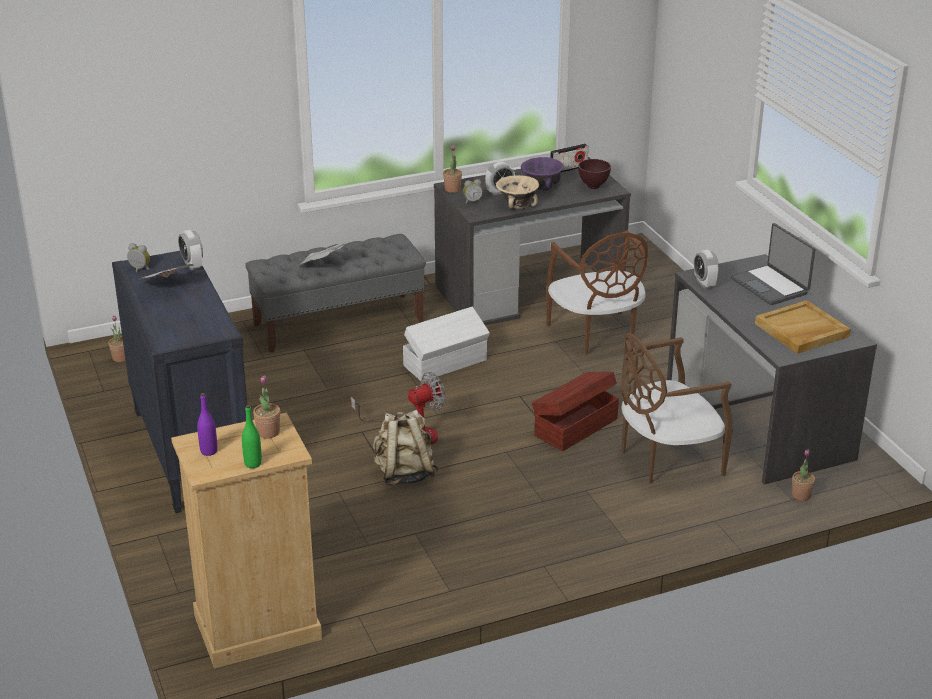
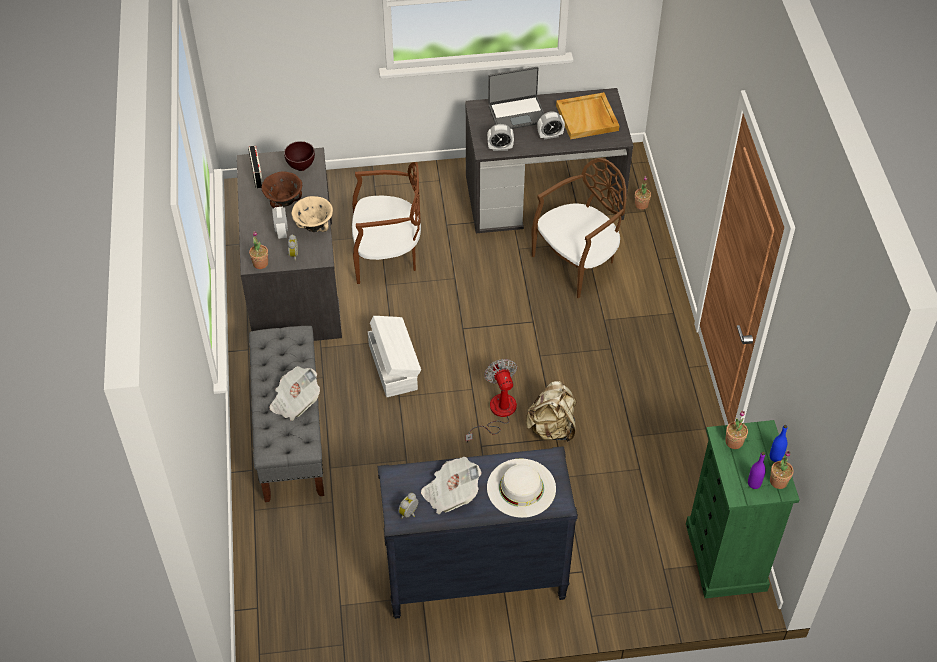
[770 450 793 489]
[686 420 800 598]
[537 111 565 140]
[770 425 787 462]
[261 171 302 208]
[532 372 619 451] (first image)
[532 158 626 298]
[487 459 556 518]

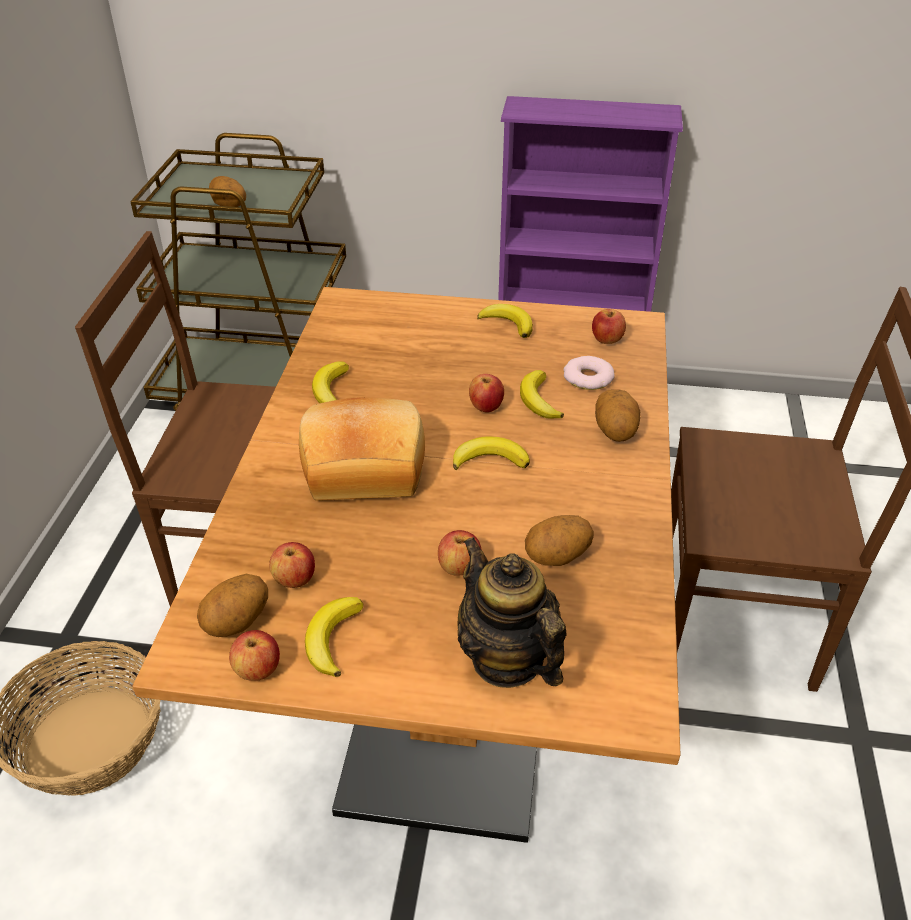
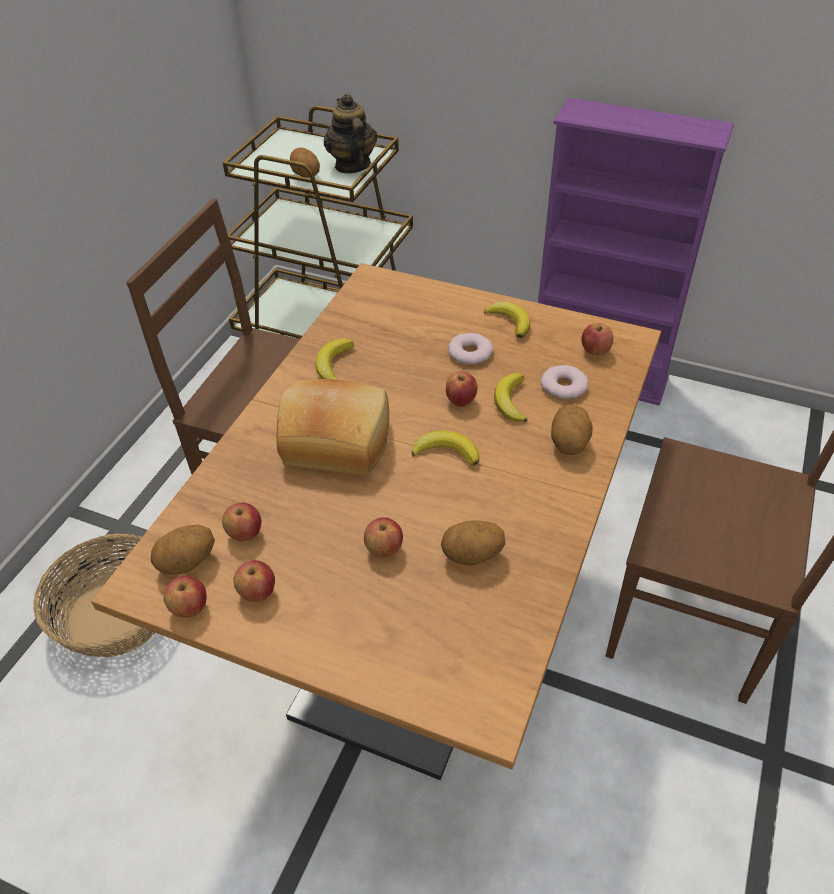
[233 560 275 602]
[324 94 377 174]
[448 333 493 365]

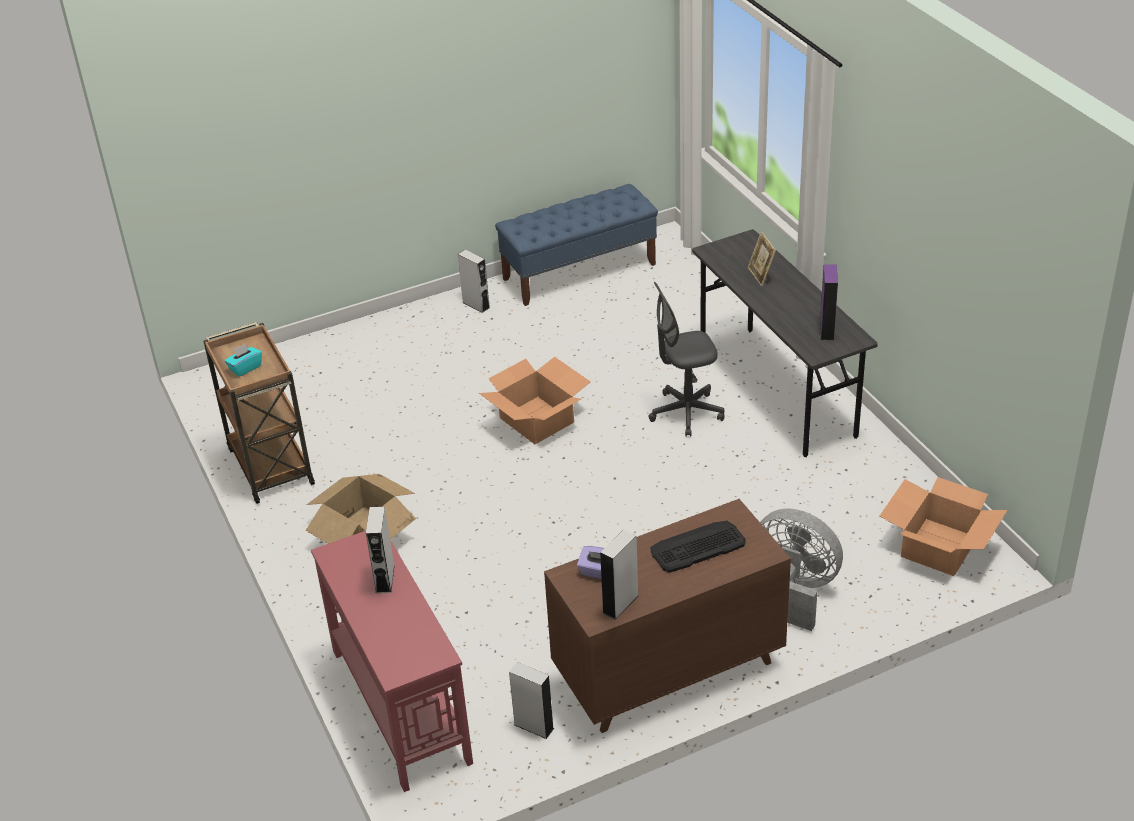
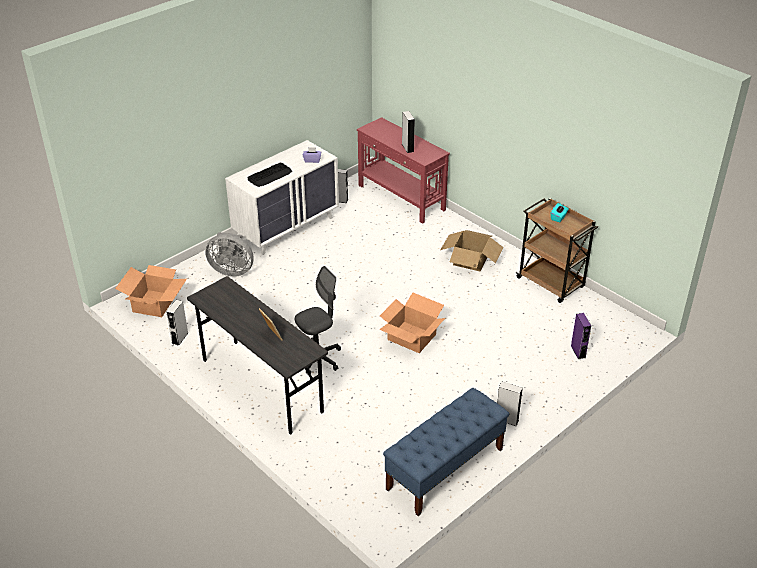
[225 140 339 255]
[166 300 188 346]
[571 313 591 359]

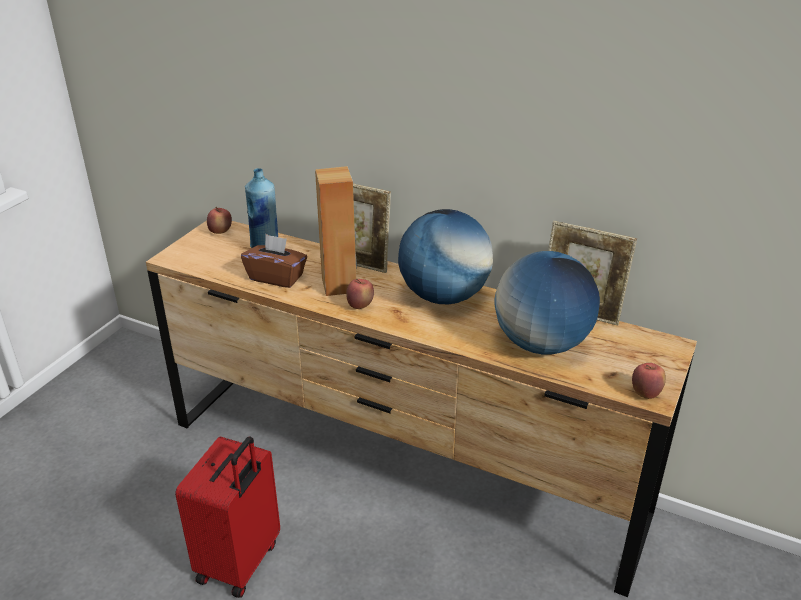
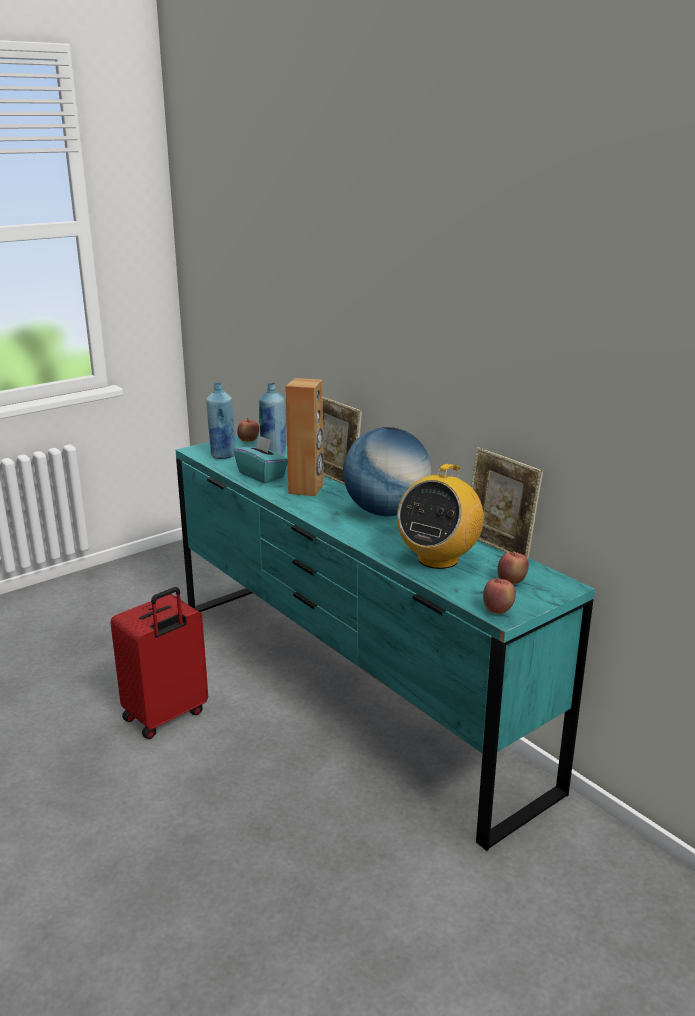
[176 434 595 851]
[233 435 288 484]
[497 551 529 584]
[397 464 484 569]
[206 382 236 459]

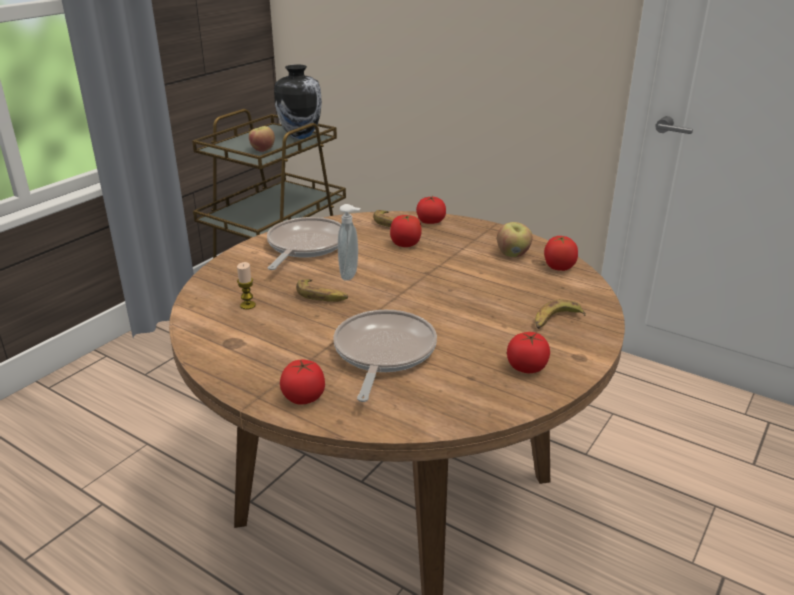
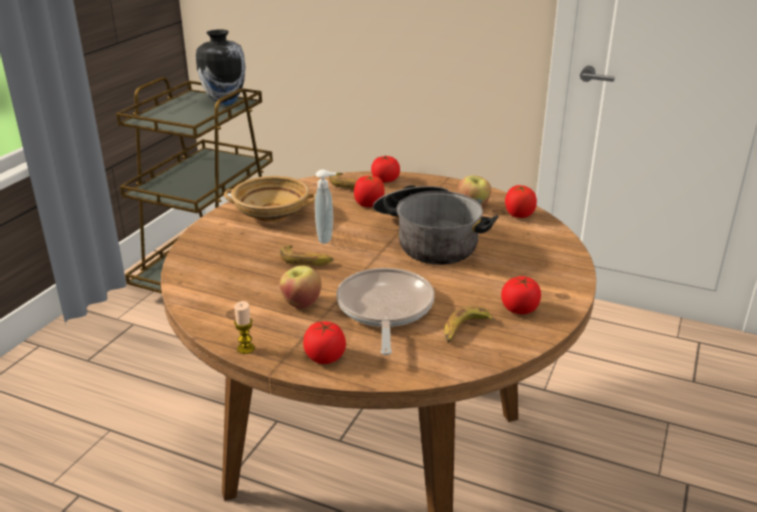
[234 301 255 354]
[280 266 321 309]
[224 176 316 222]
[444 306 495 343]
[373 185 498 265]

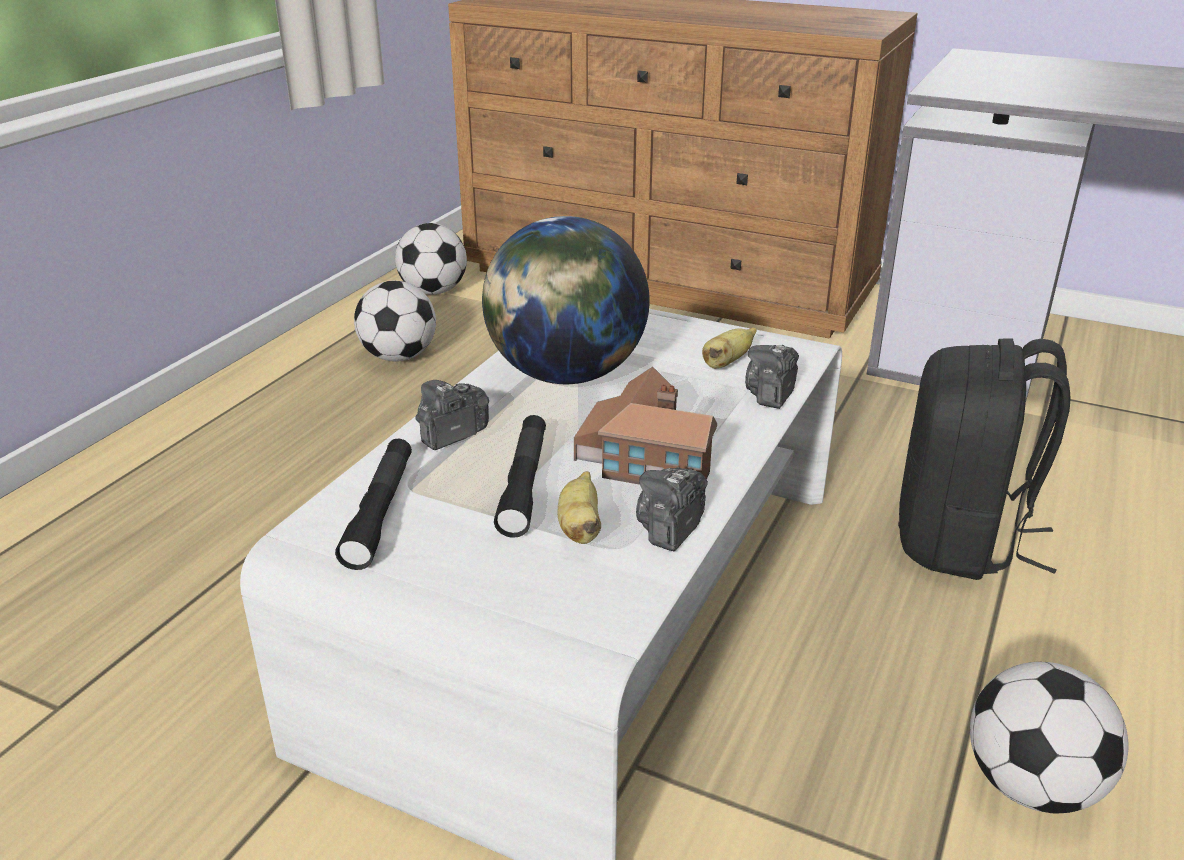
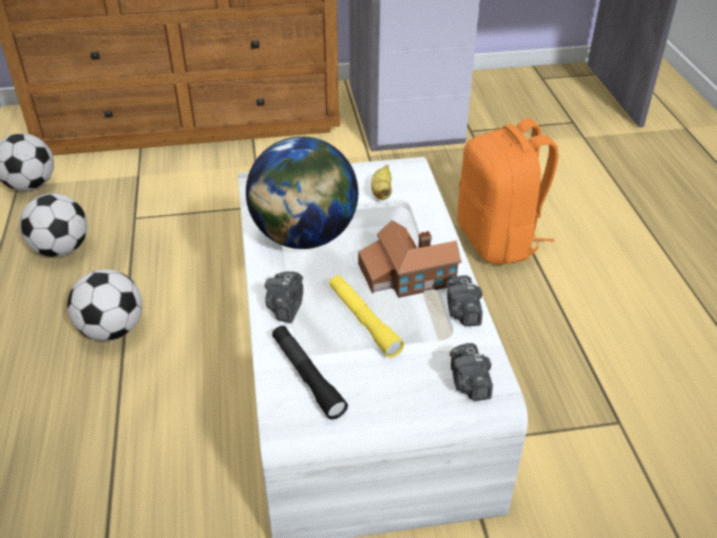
[329 275 404 358]
[558 471 601 544] (first image)
[450 343 493 401]
[457 119 559 265]
[67 269 142 341]

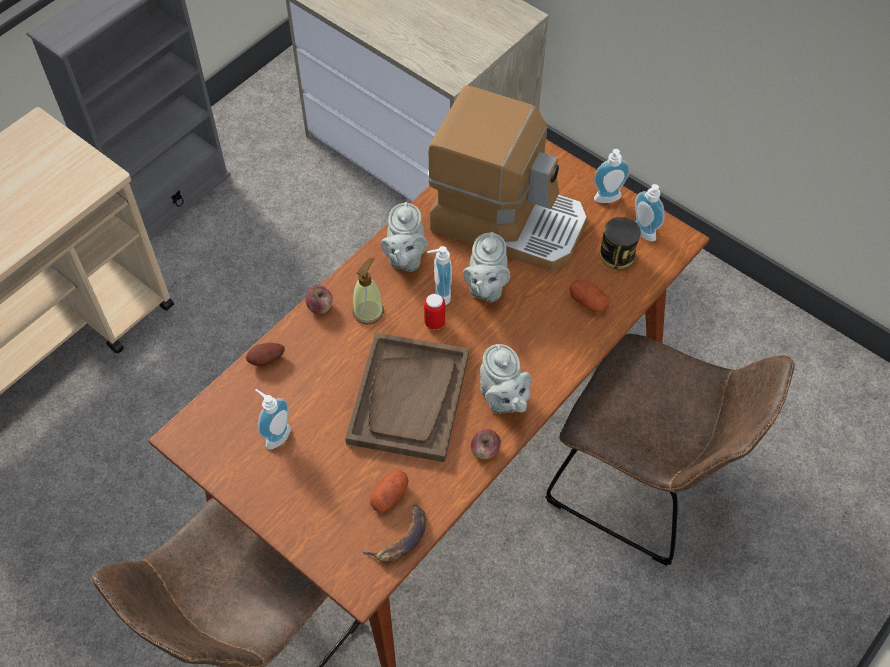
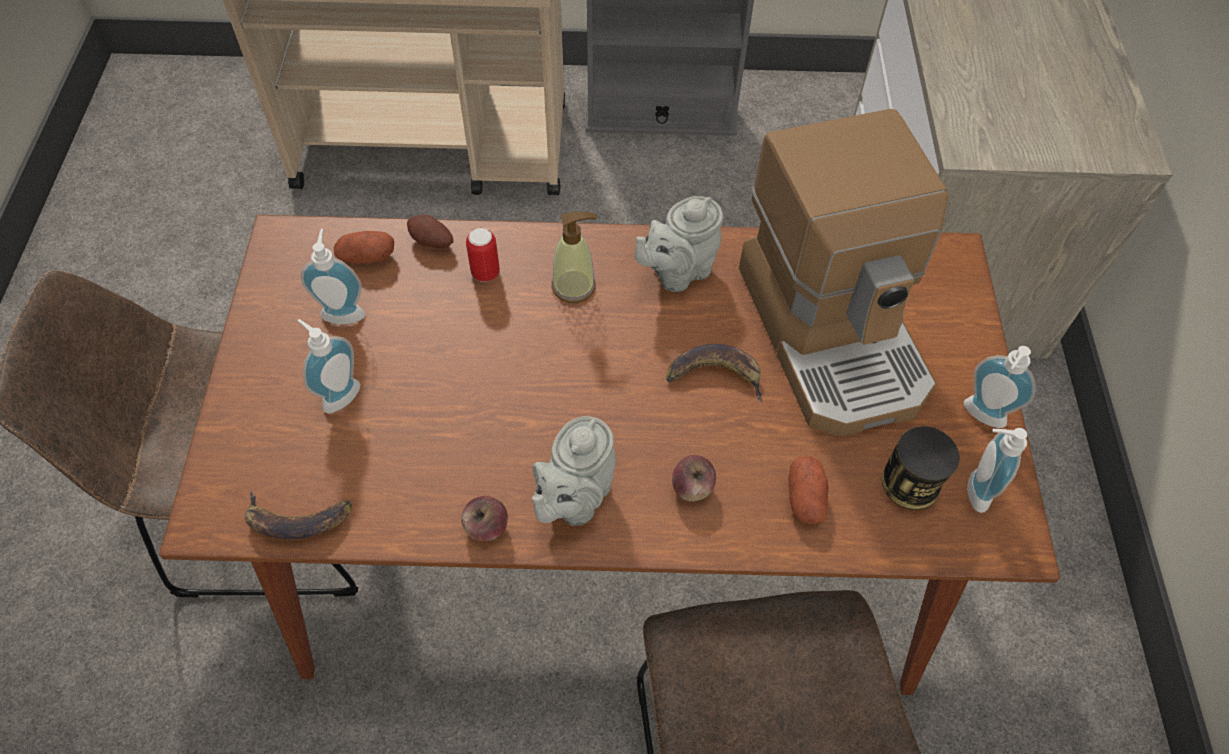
[672 455 716 502]
[345 332 469 462] (first image)
[334 231 394 264]
[466 228 500 282]
[297 319 360 413]
[666 344 762 402]

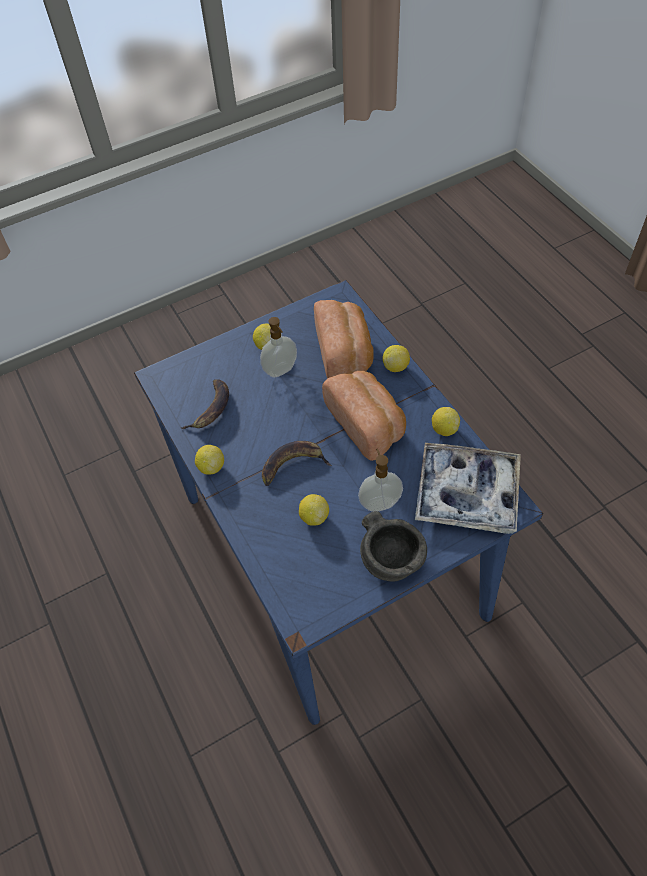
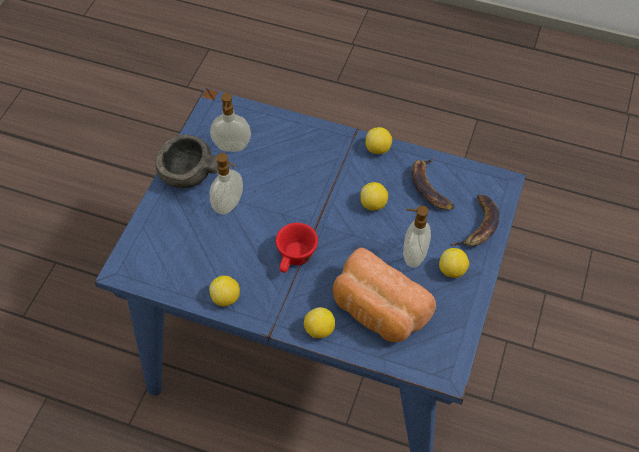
[450 195 499 246]
[360 182 388 210]
[276 223 318 273]
[415 443 521 534] (first image)
[210 93 251 152]

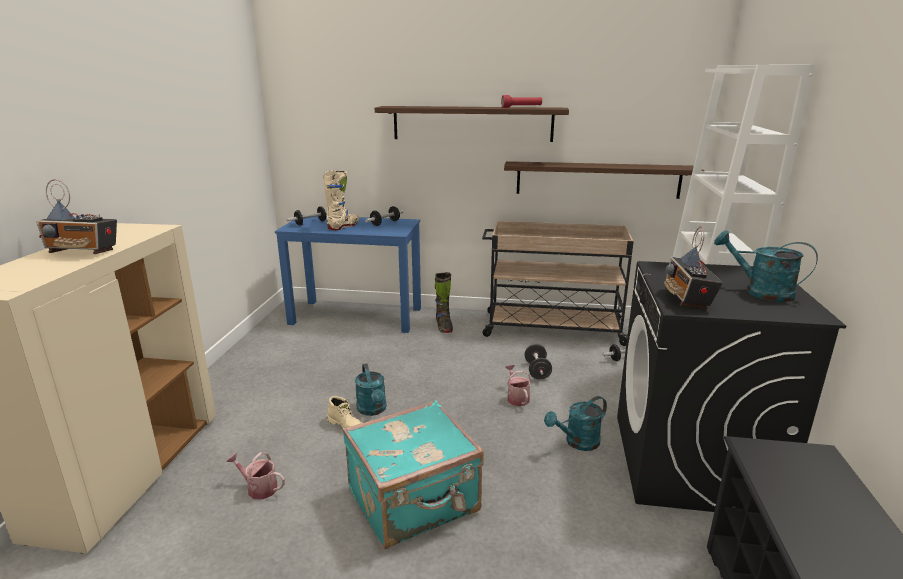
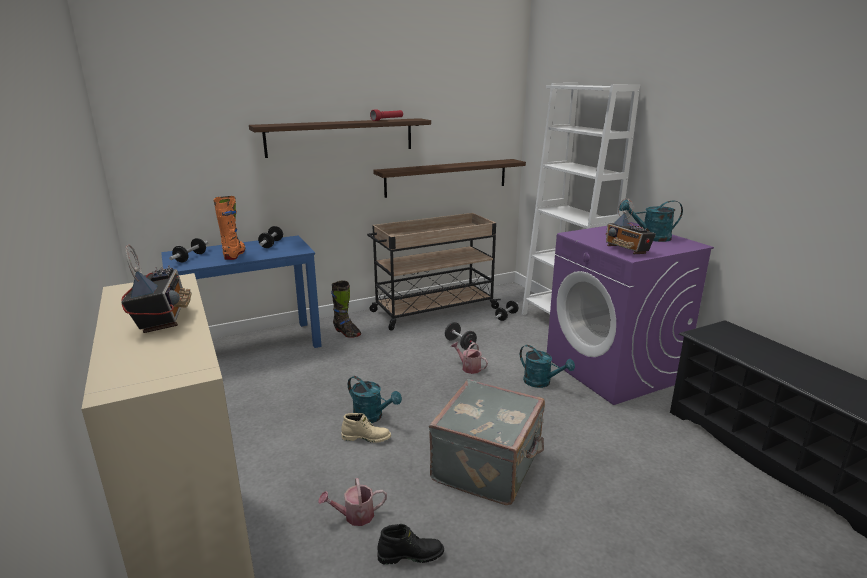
[121 245 192 333]
[214 196 246 260]
[429 379 545 505]
[520 345 575 388]
[547 222 714 405]
[377 524 444 565]

